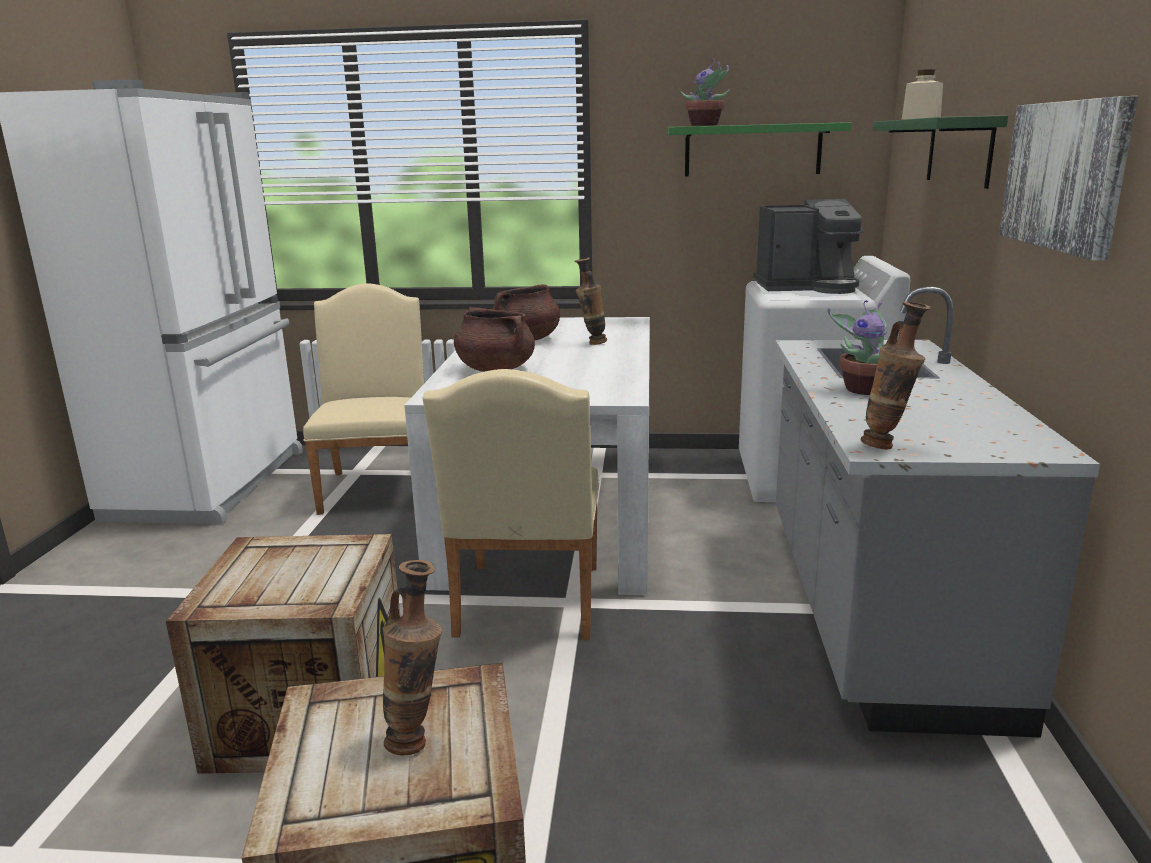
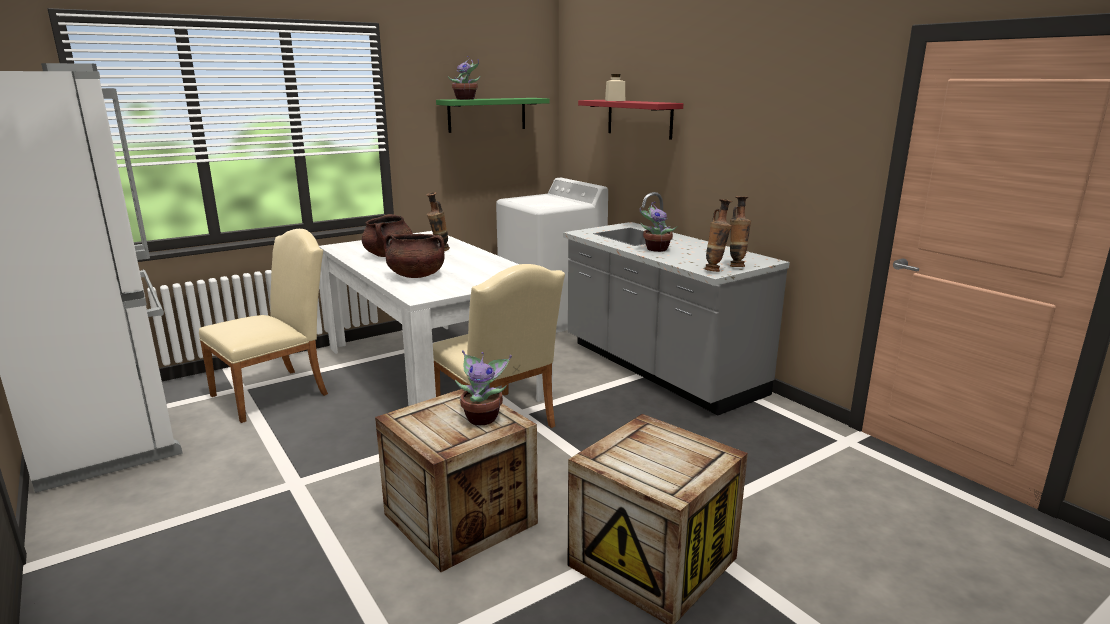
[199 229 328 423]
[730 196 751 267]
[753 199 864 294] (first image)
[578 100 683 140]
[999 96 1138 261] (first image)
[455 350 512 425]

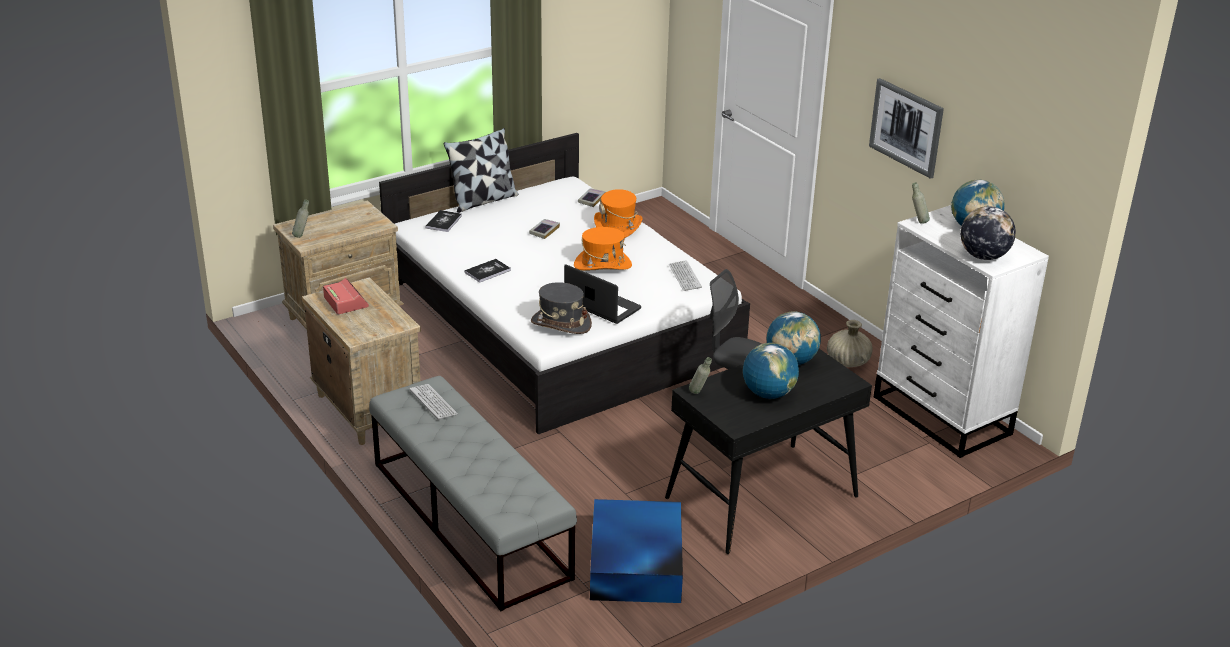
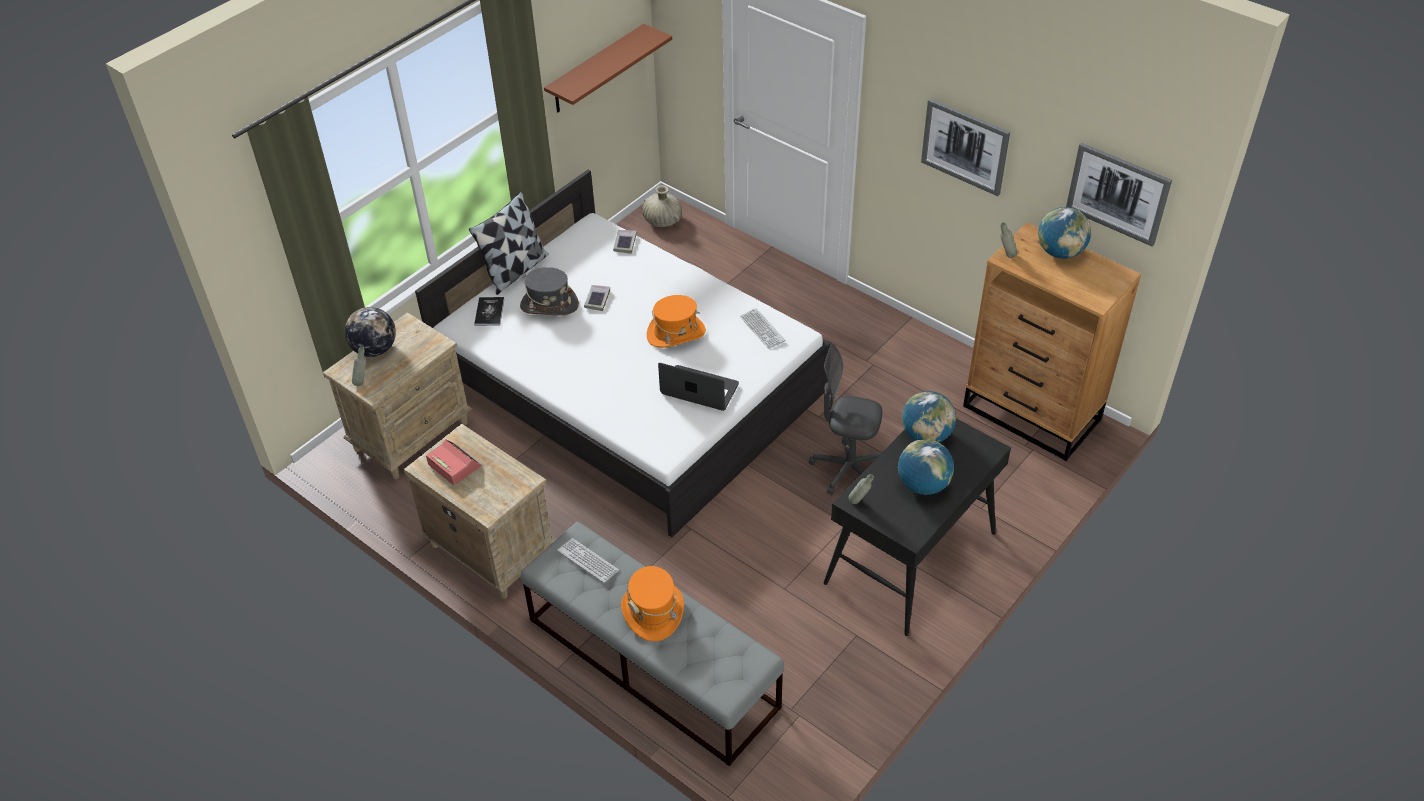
[465 259 511 283] (first image)
[520 267 579 316]
[590 499 683 603] (first image)
[621 566 684 641]
[642 185 682 227]
[963 223 1141 461]
[345 307 396 357]
[544 24 672 112]
[1066 143 1172 247]

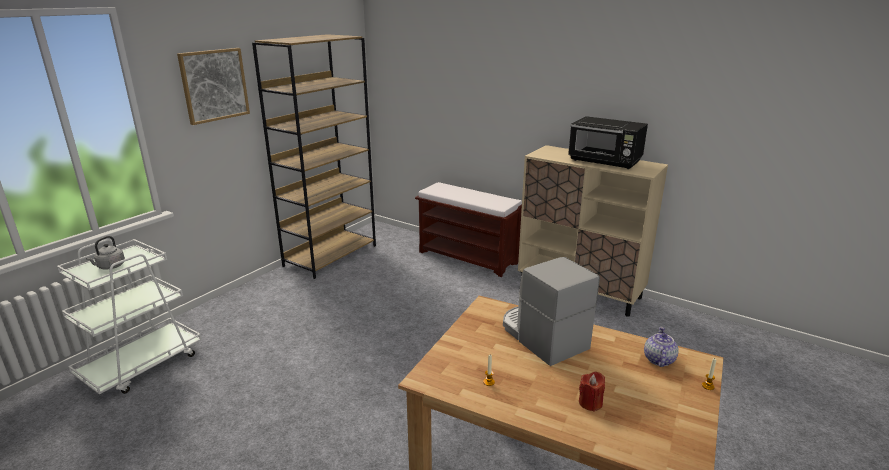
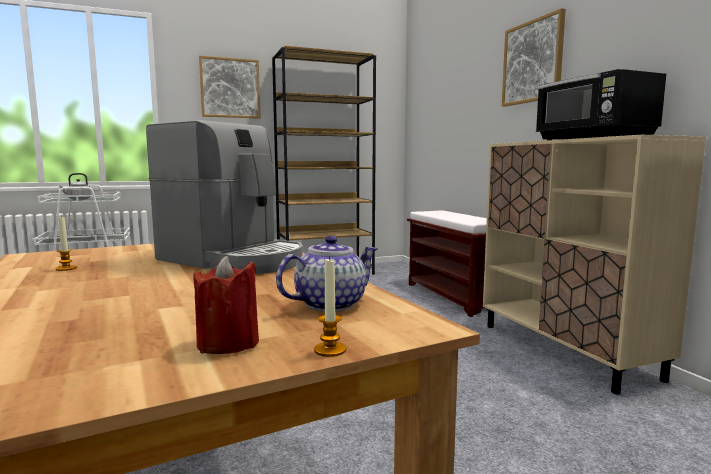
[146 120 303 274]
[193 256 259 354]
[502 8 566 107]

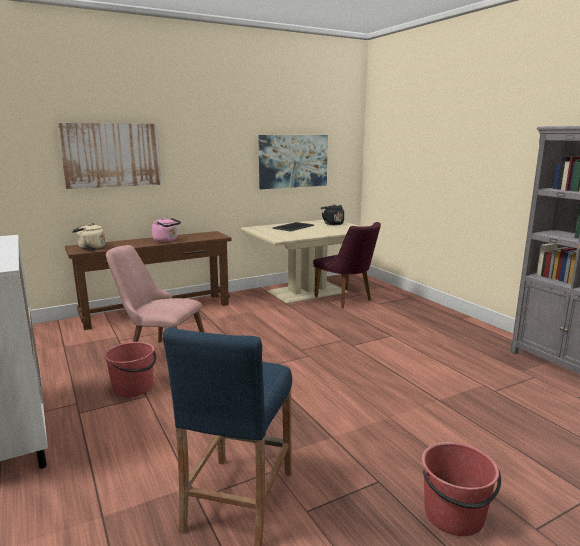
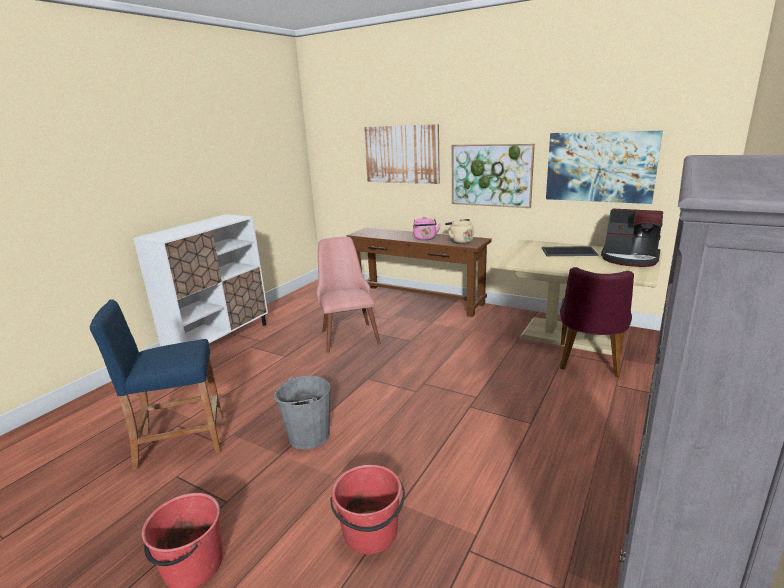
[445 219 473 244]
[330 465 405 554]
[601 209 663 267]
[274 376 331 450]
[452 144 535 208]

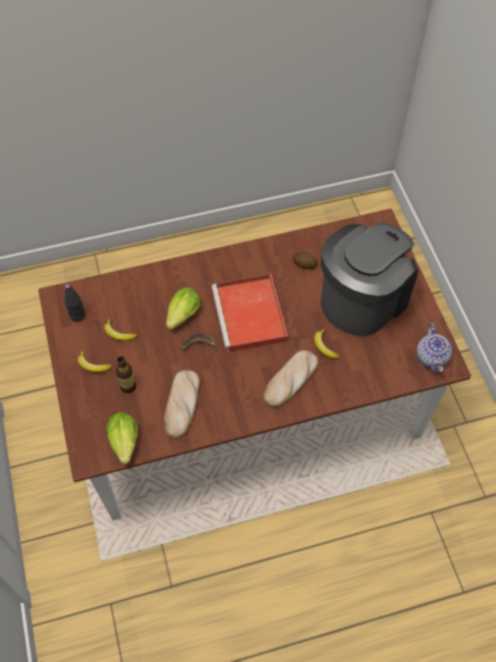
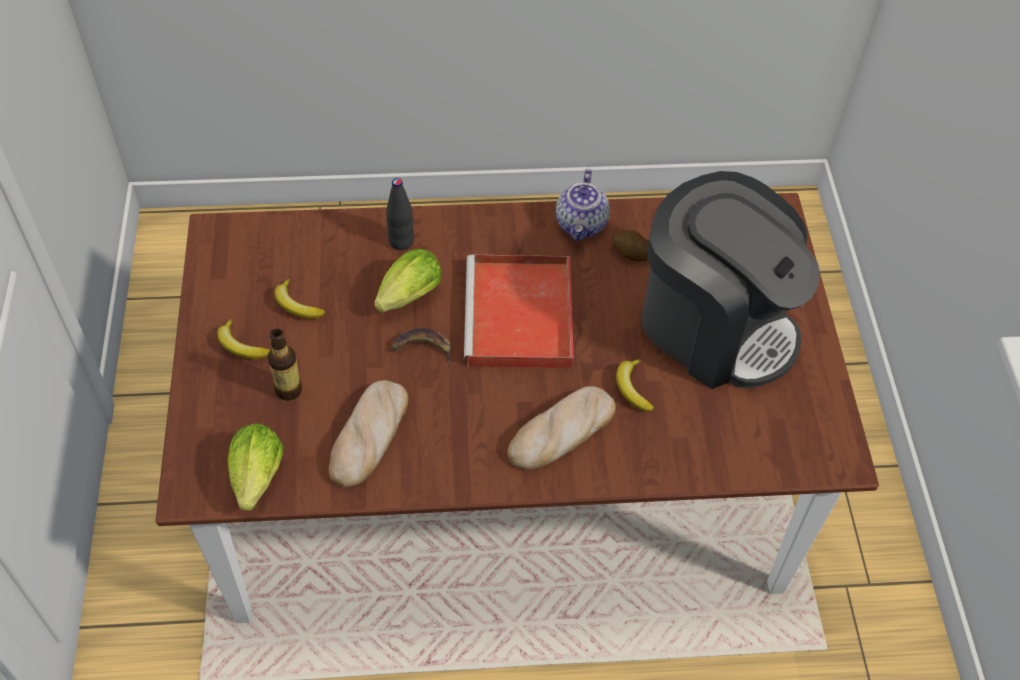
[386 178 414 250]
[642 171 820 389]
[556 169 610 241]

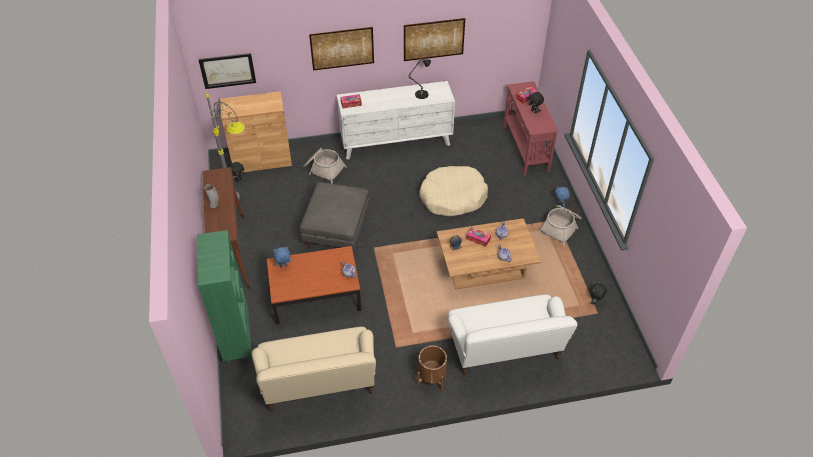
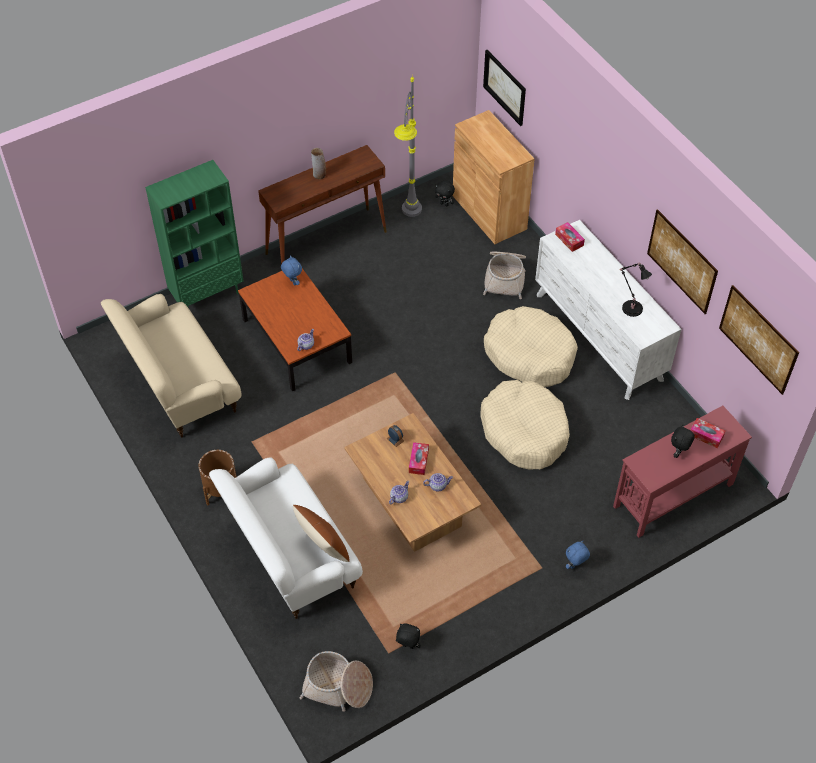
[300 182 369 249] (first image)
[719 285 799 395]
[300 651 373 712]
[293 505 349 562]
[484 306 578 387]

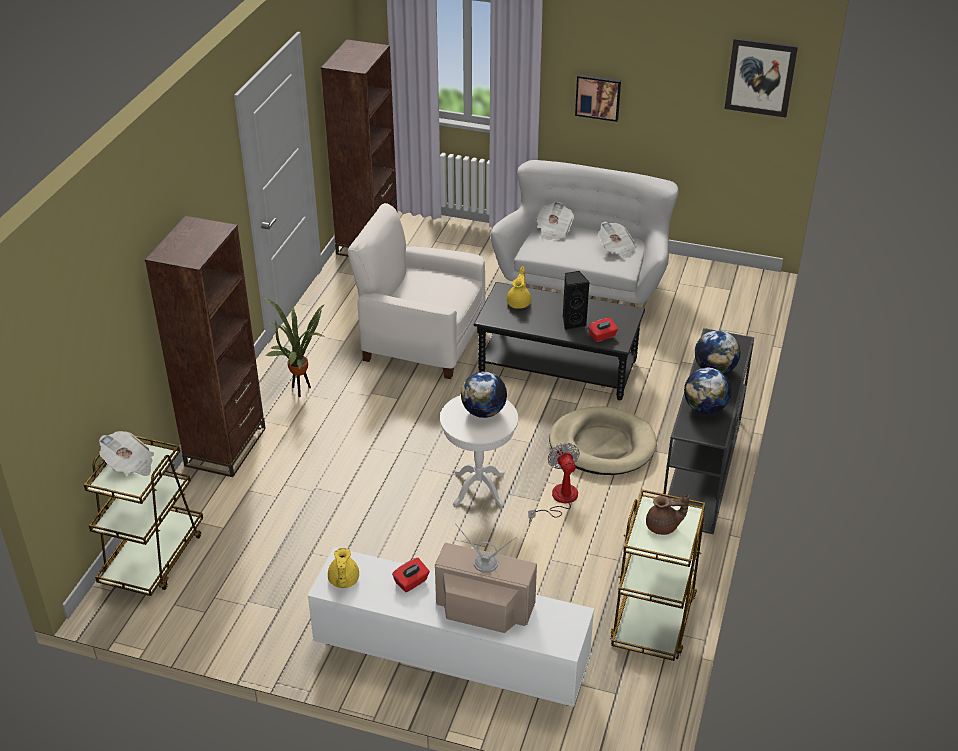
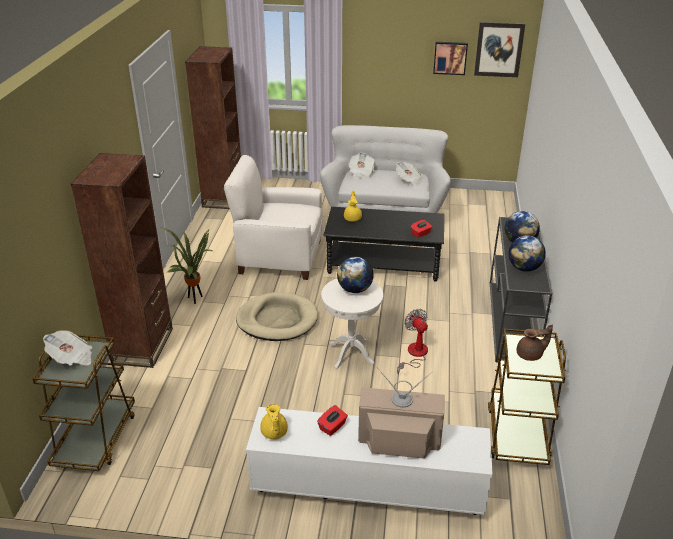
[236 292 318 341]
[563 271 589 330] (first image)
[433 42 468 75]

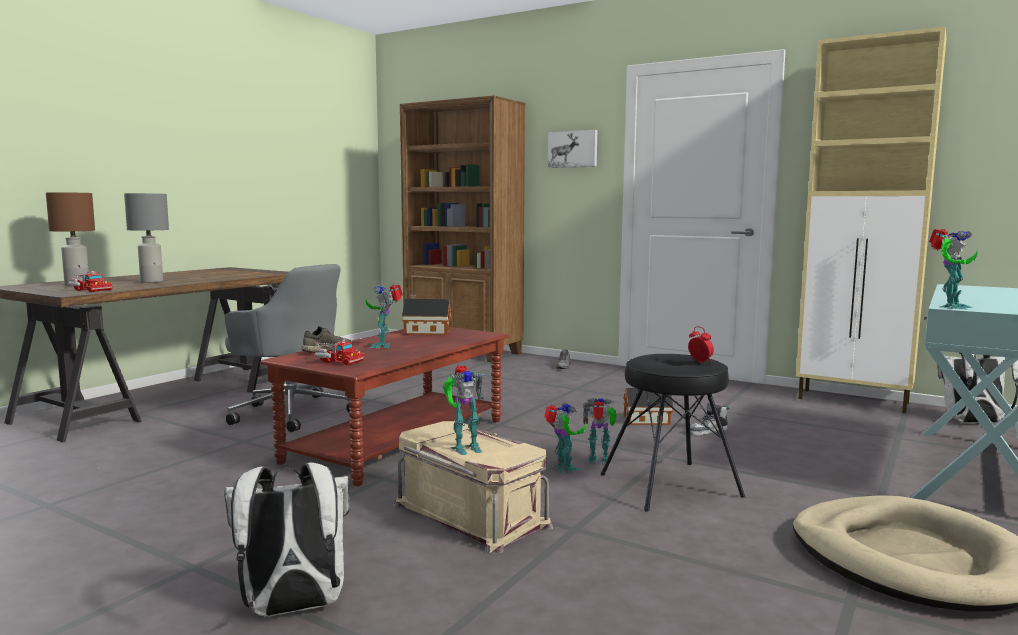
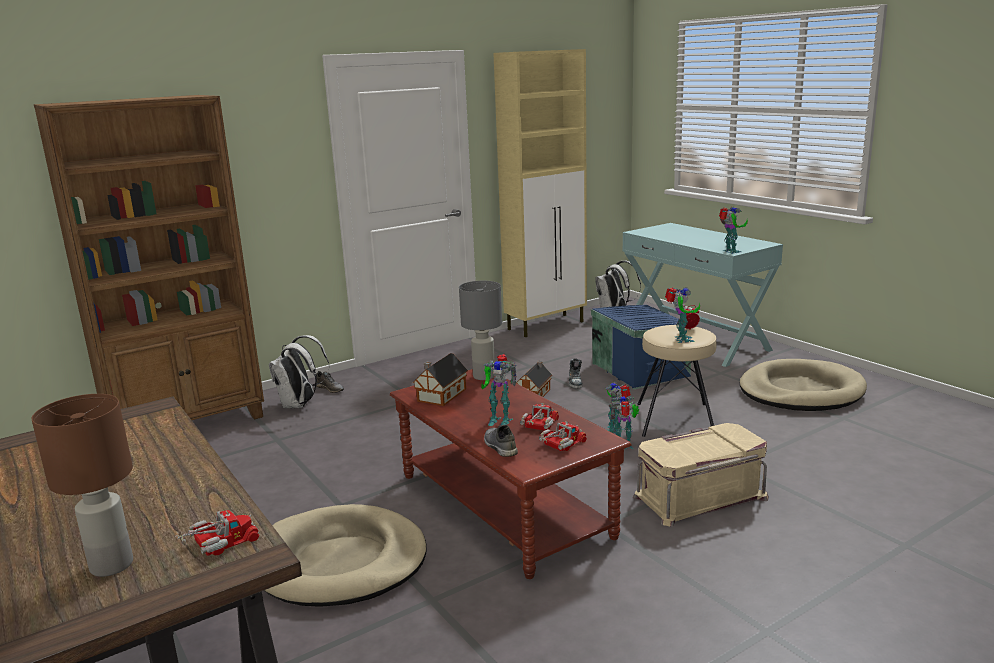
[459 281 502 380]
[269 335 330 408]
[264 504 427 607]
[665 287 700 343]
[548 130 597 168] (first image)
[637 325 717 437]
[520 403 559 430]
[591 305 691 389]

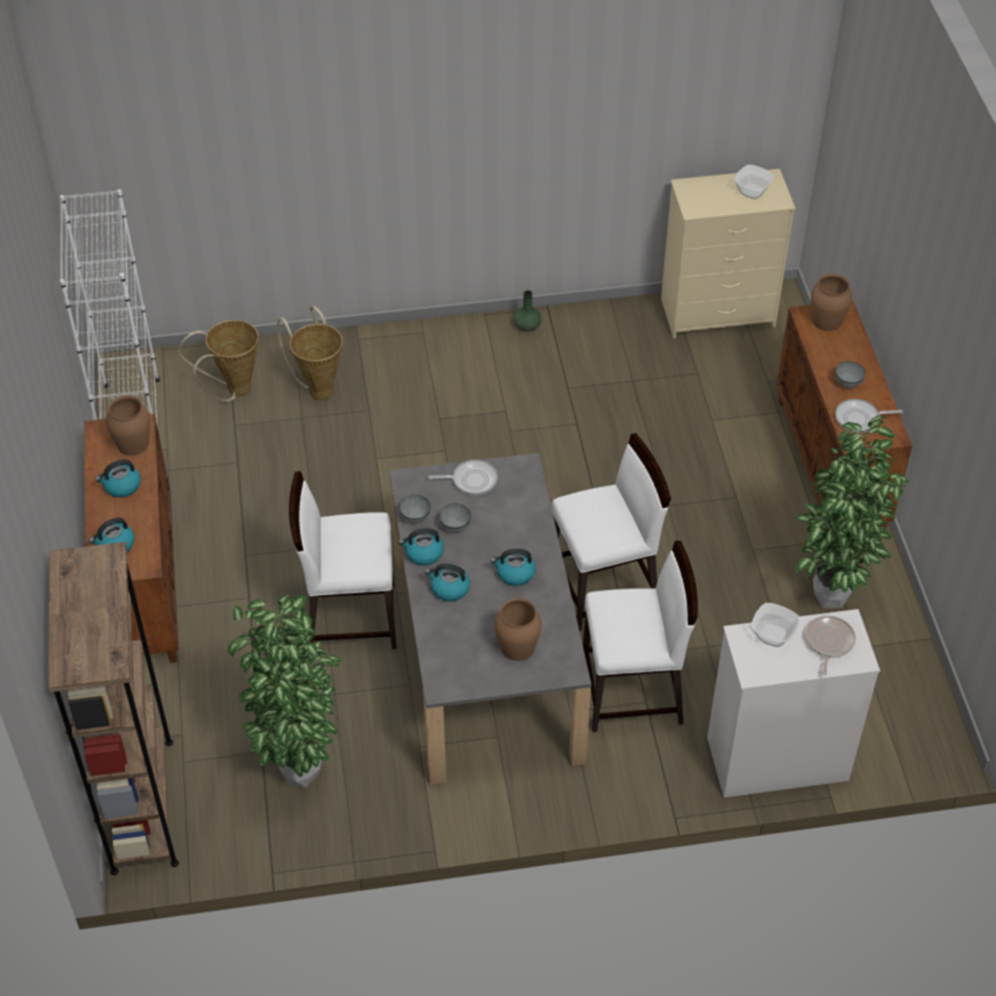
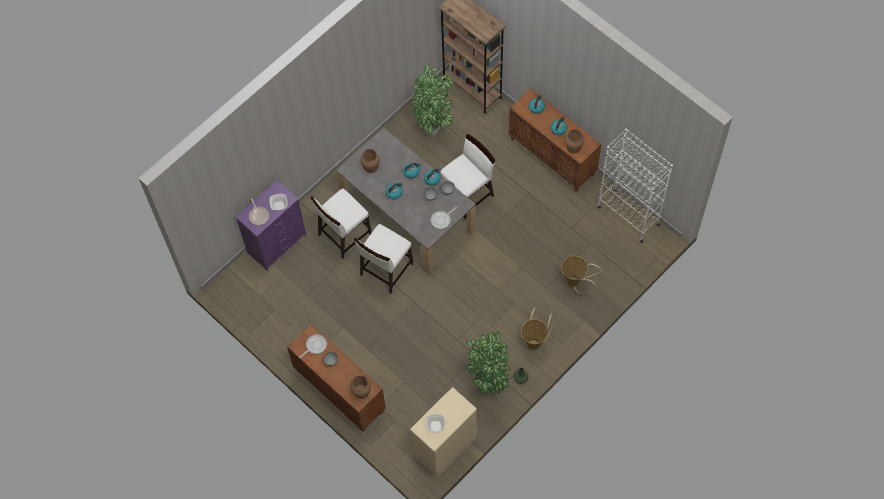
[521 307 553 351]
[235 180 307 271]
[466 331 511 395]

